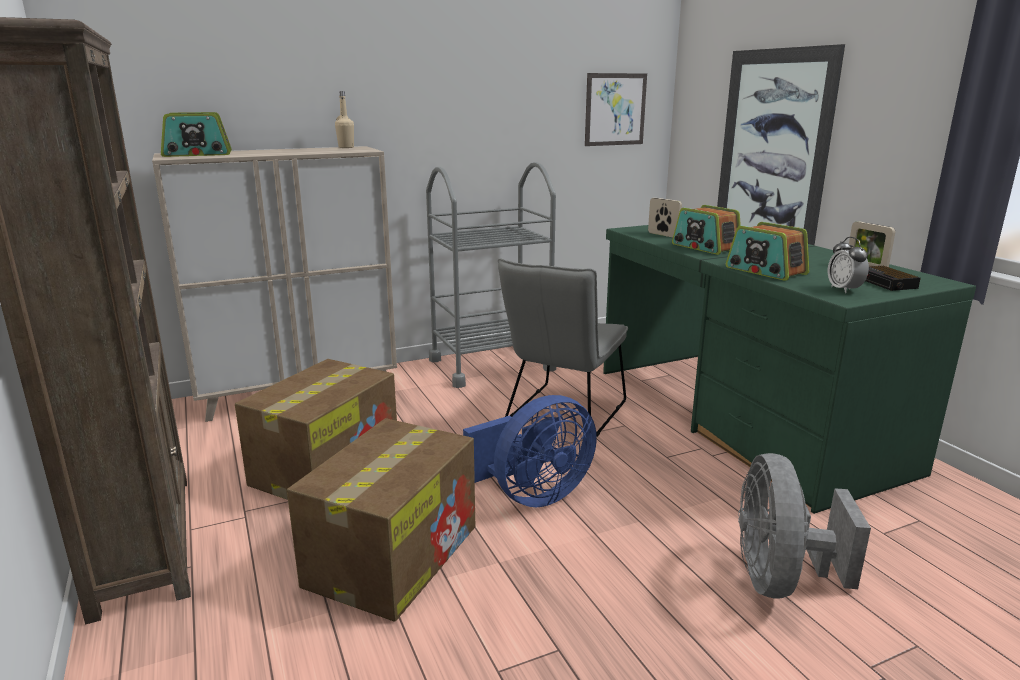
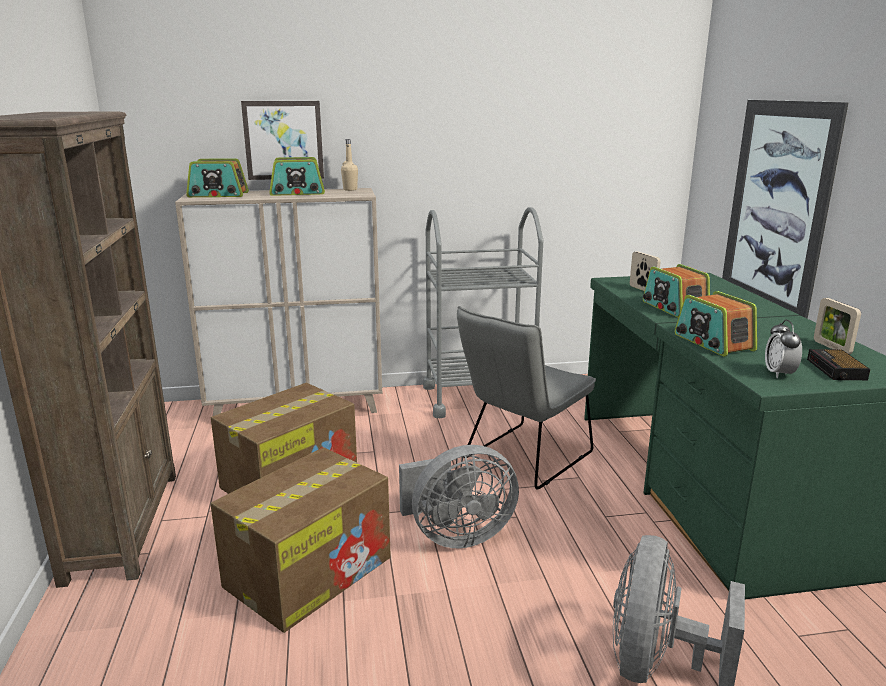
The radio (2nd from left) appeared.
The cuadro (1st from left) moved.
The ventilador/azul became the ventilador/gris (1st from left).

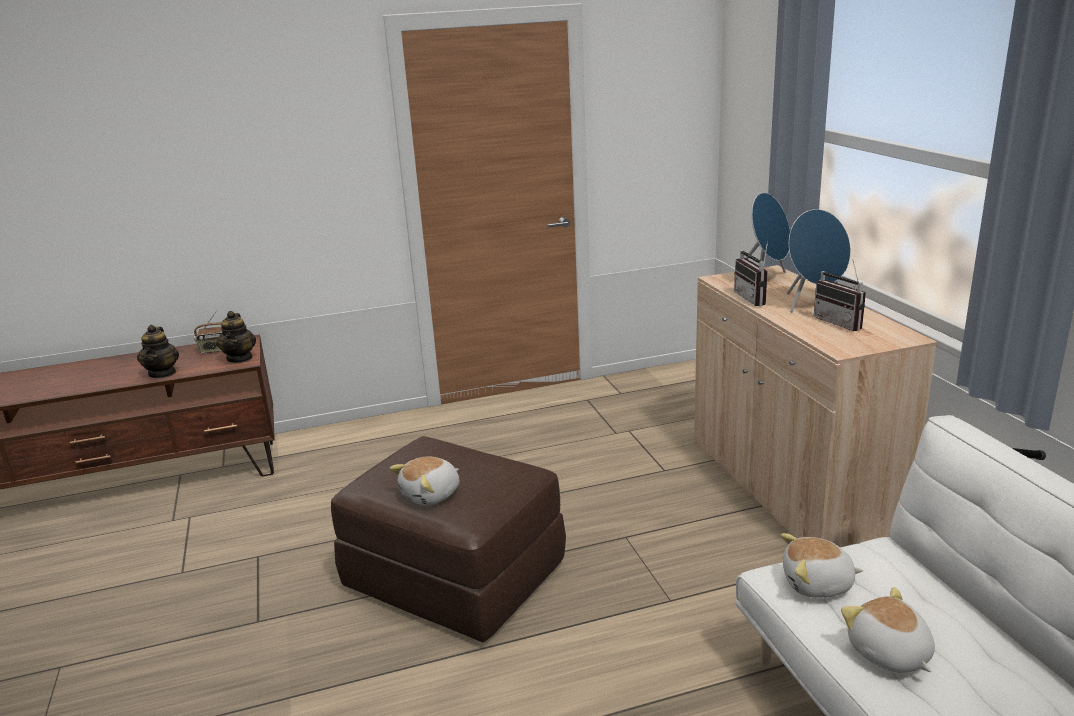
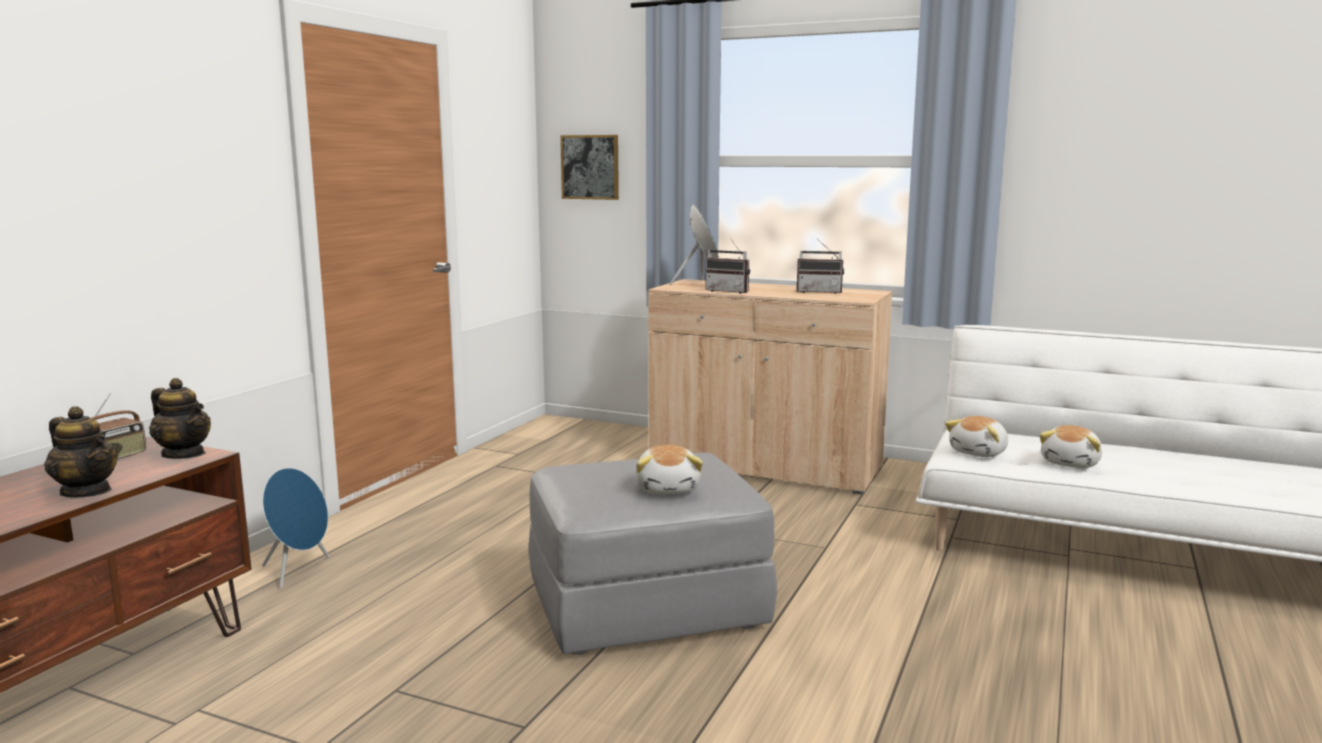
The cuadro appeared.
The altavoz/azul (2nd from left in the first image) moved.
The puf/marrón became the puf/gris.
The peluche (3rd from left) turned 75 degrees counterclockwise.

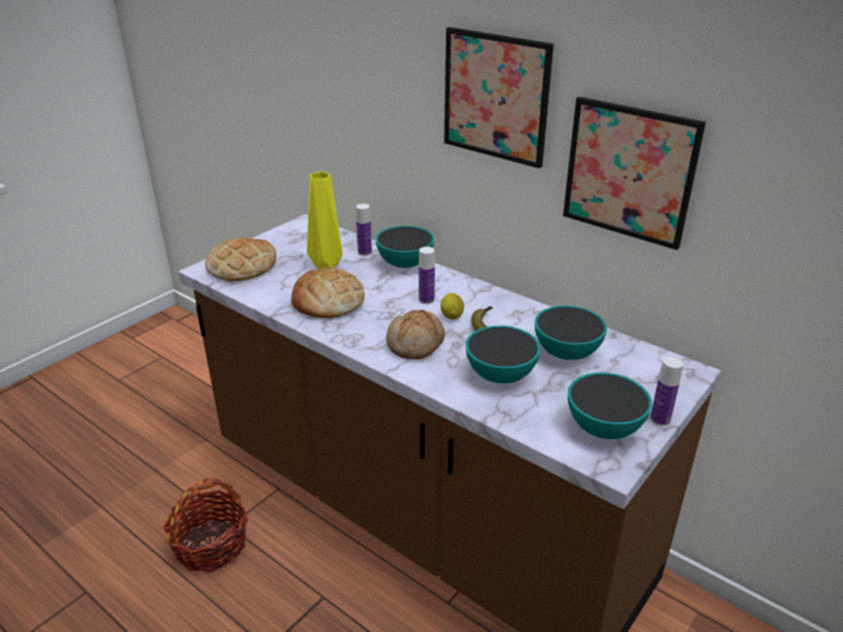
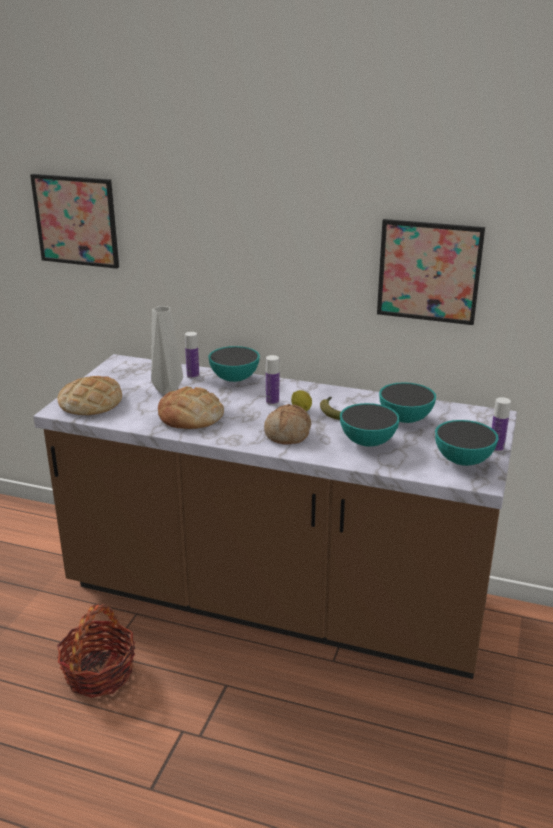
The cuadro (1st from left) moved.
The florero/amarillo became the florero/gris.

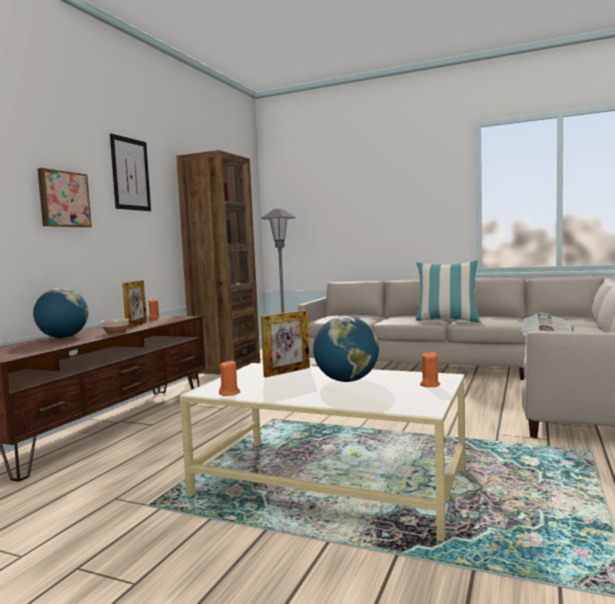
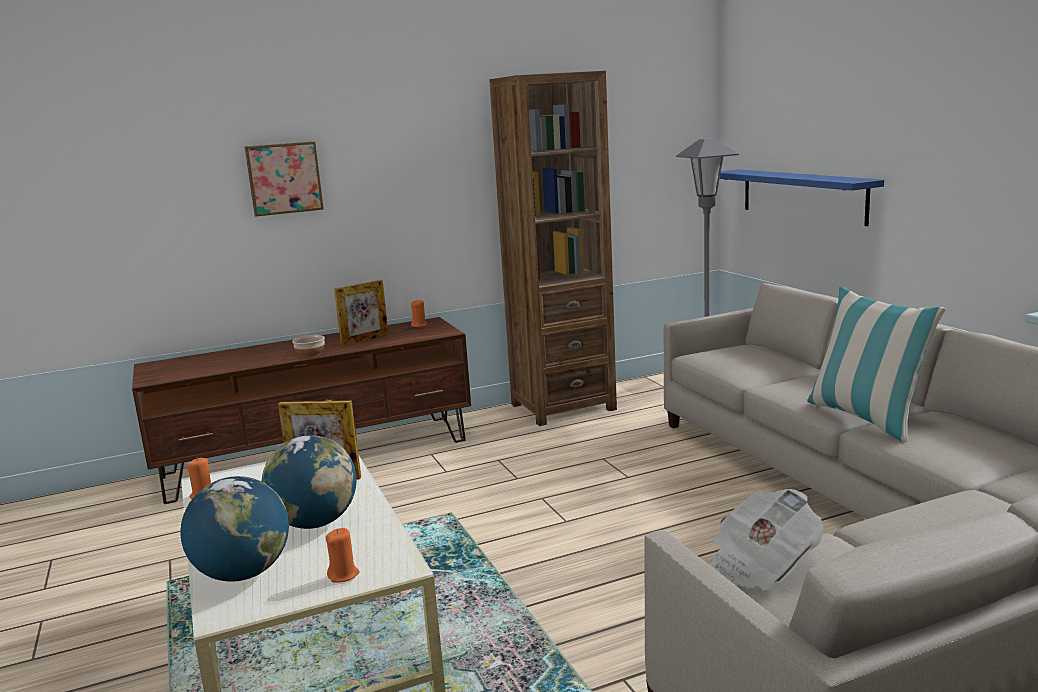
The cuadro (2nd from left) disappeared.
The estante/azul appeared.
The globo terráqueo (1st from left) moved.

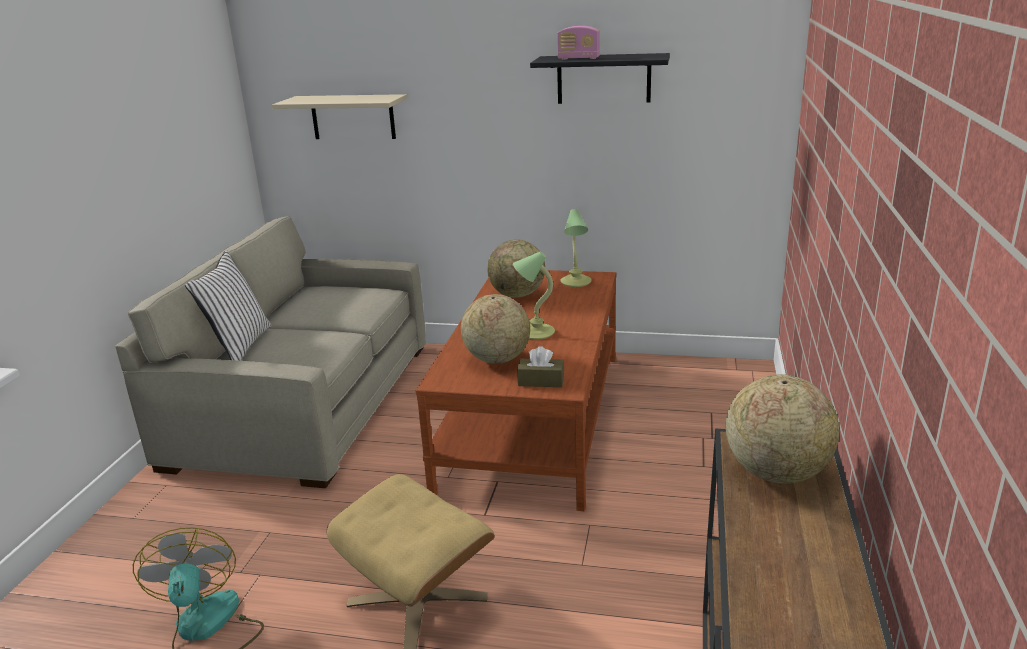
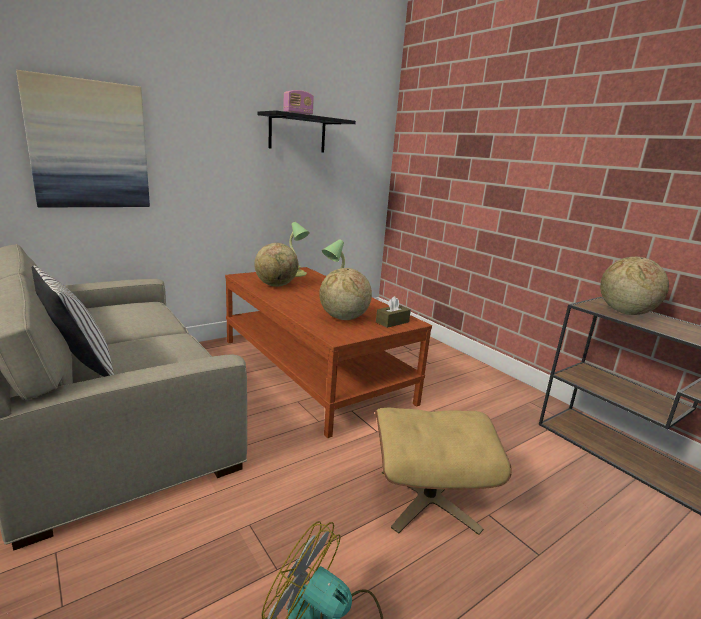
The estante/beis was replaced by the cuadro.

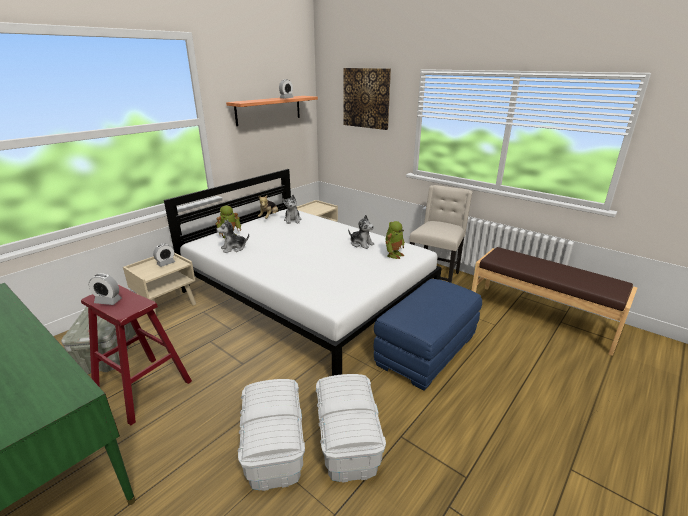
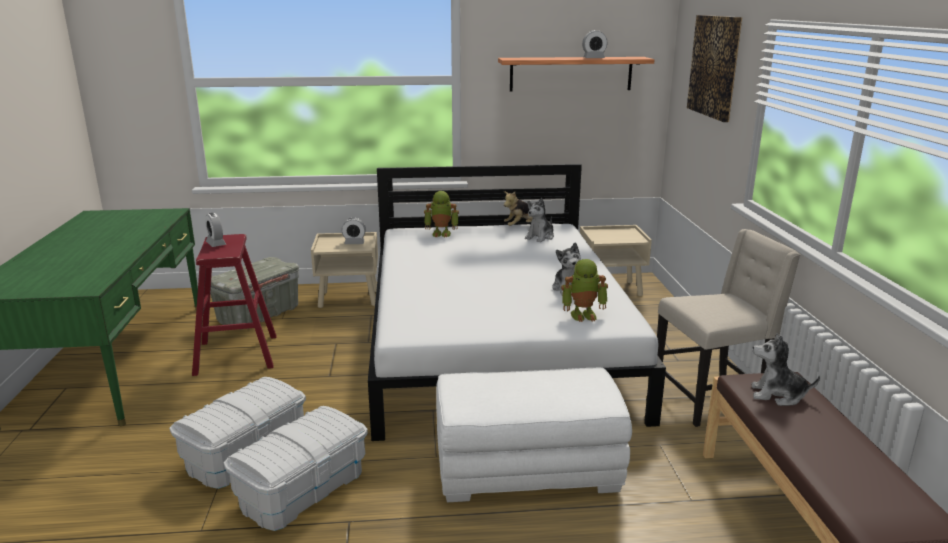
The peluche (1st from left in the first image) moved.
The puf/azul became the puf/blanco.

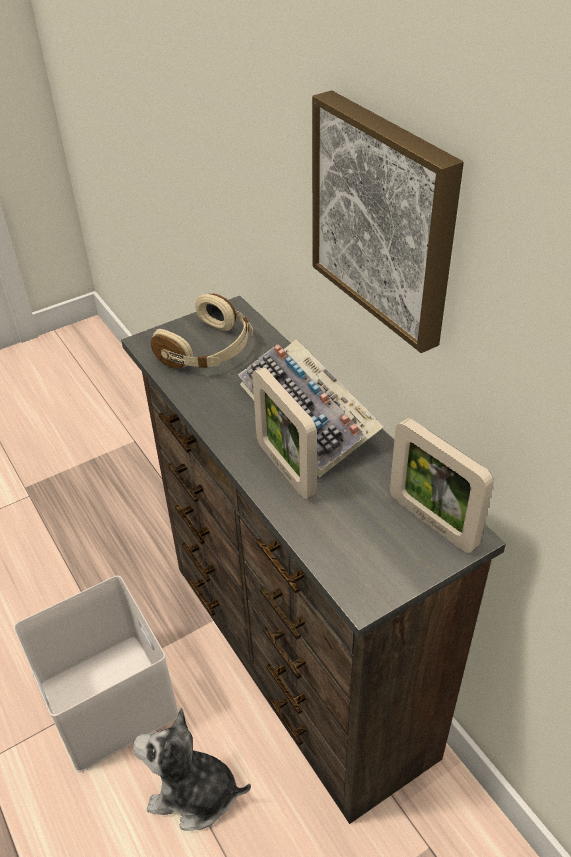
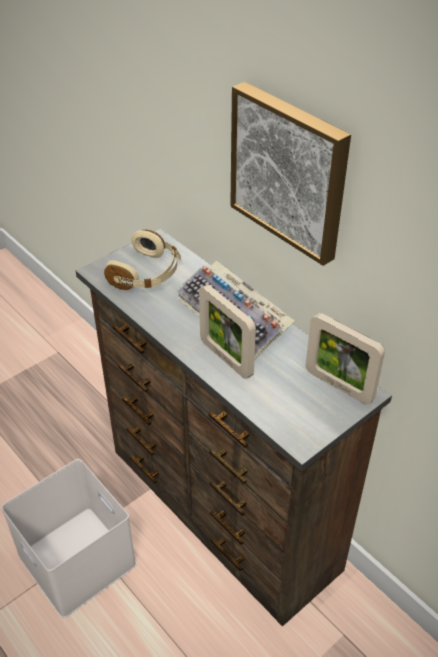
The peluche disappeared.

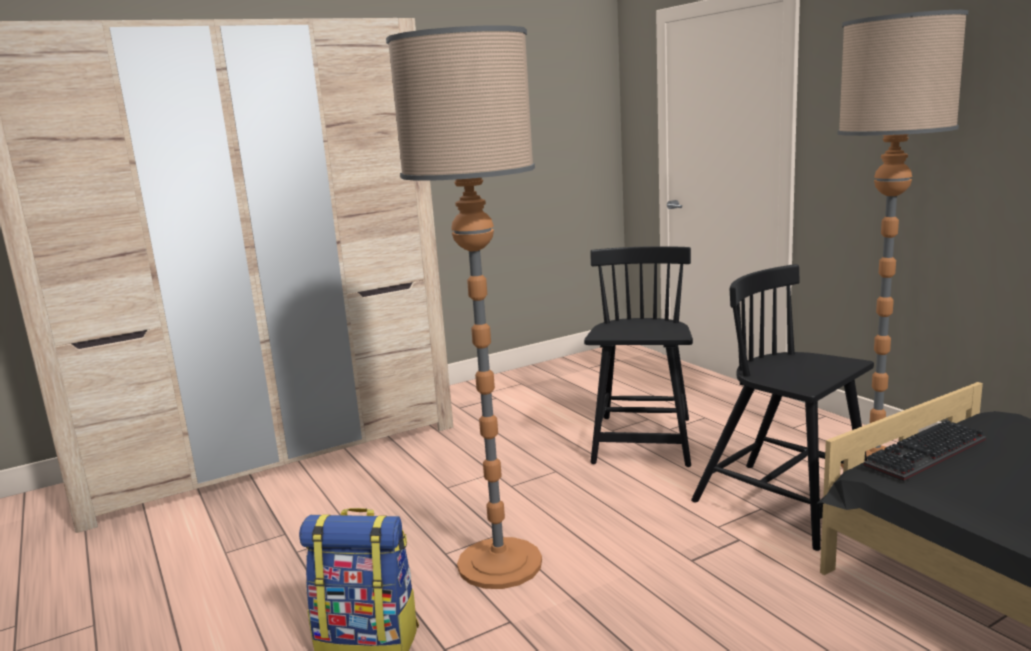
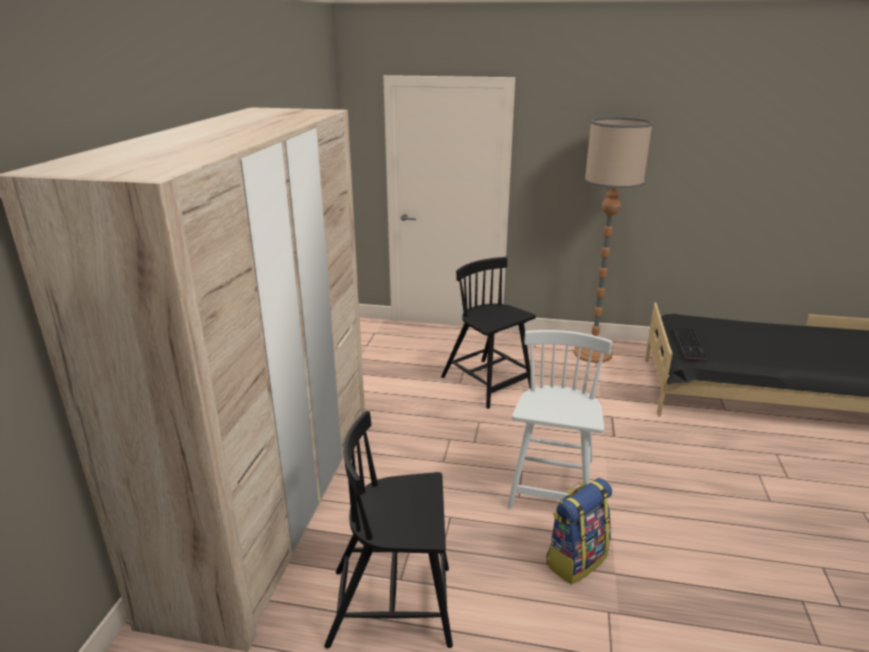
The silla/negro (2nd from left in the first image) moved.
The lámpara de pie (1st from left) was replaced by the silla/blanco.

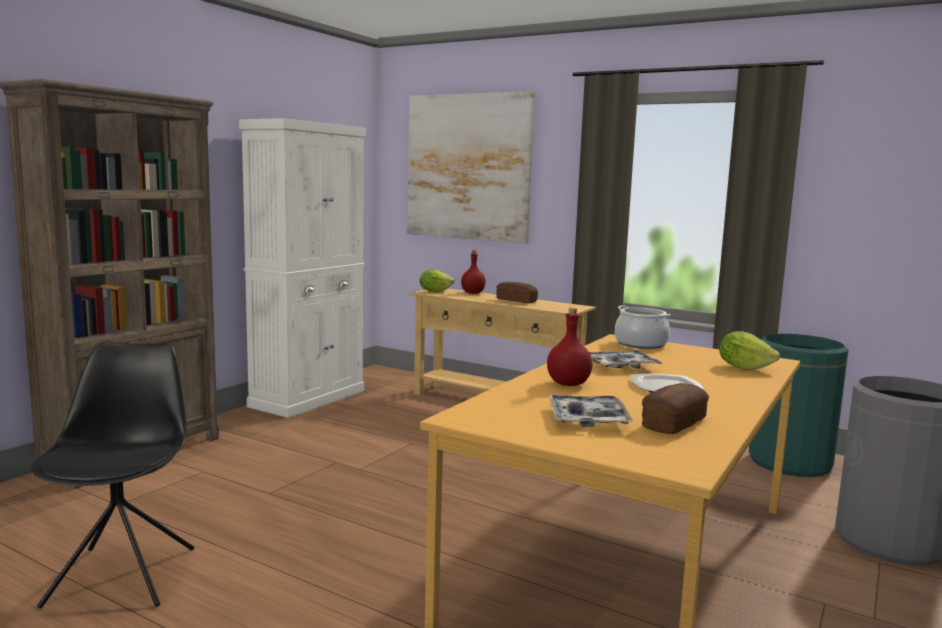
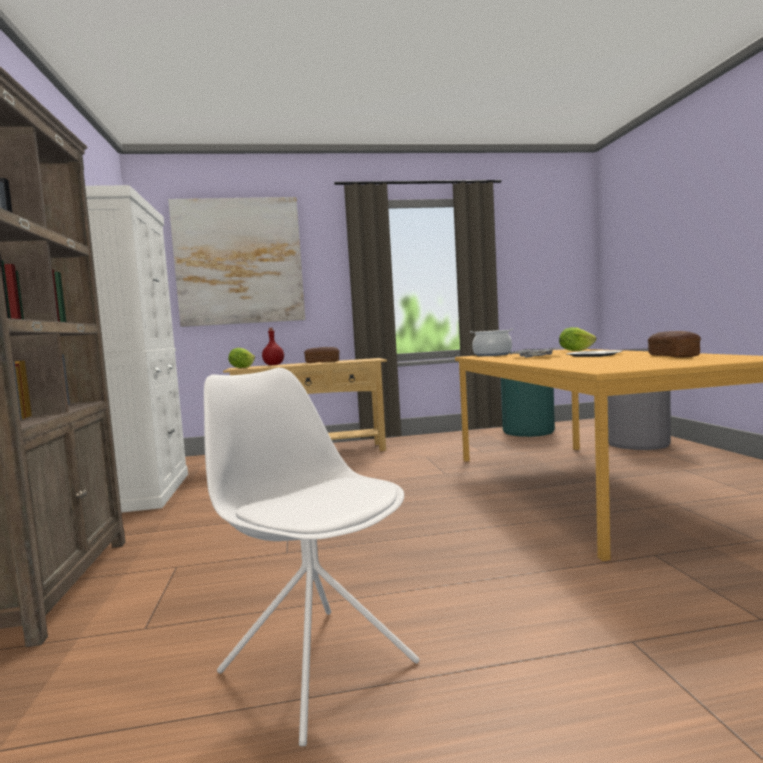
The botella/rojo (2nd from left) disappeared.
The bandeja (1st from left) disappeared.
The silla/negro became the silla/blanco.

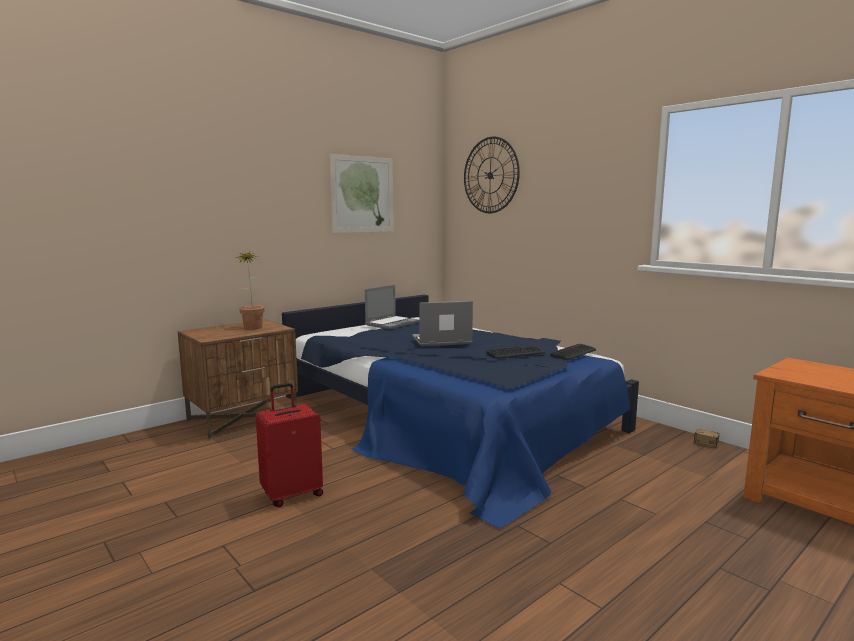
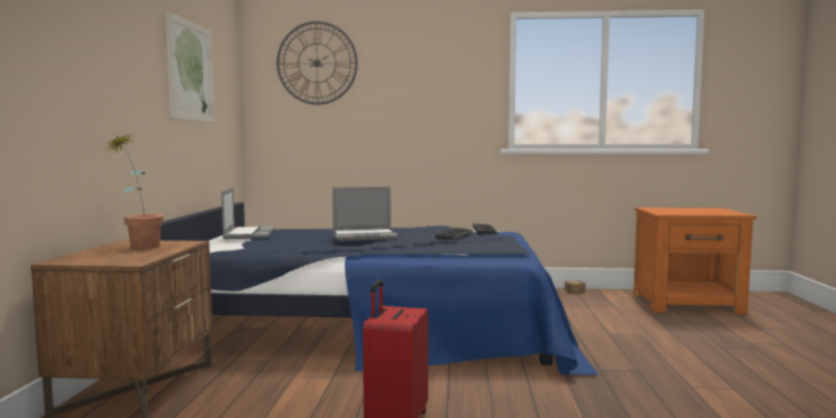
The portátil (2nd from left) turned 135 degrees counterclockwise.

